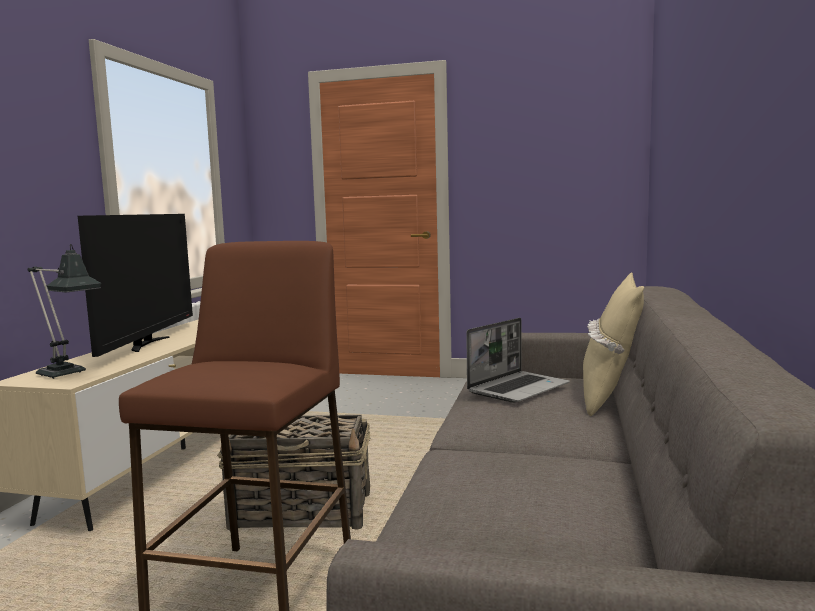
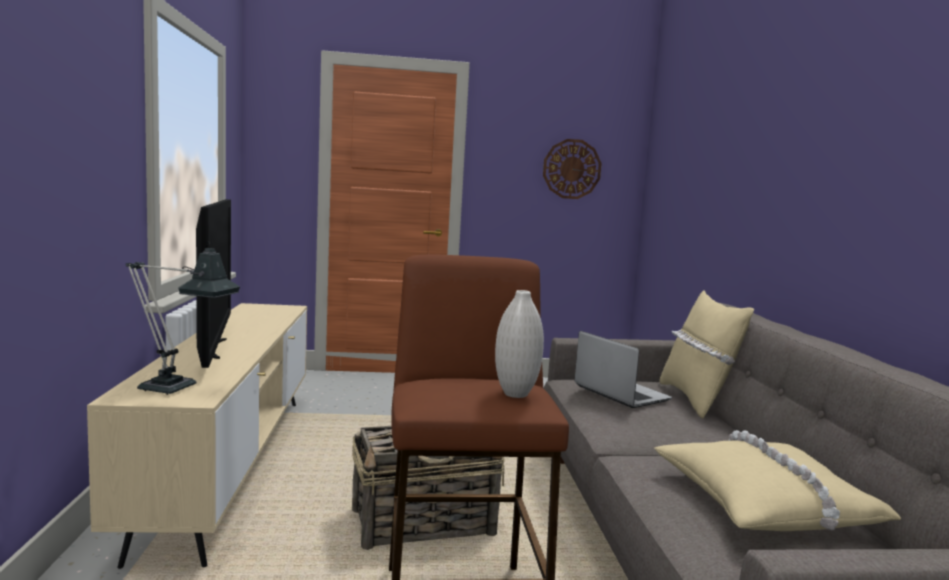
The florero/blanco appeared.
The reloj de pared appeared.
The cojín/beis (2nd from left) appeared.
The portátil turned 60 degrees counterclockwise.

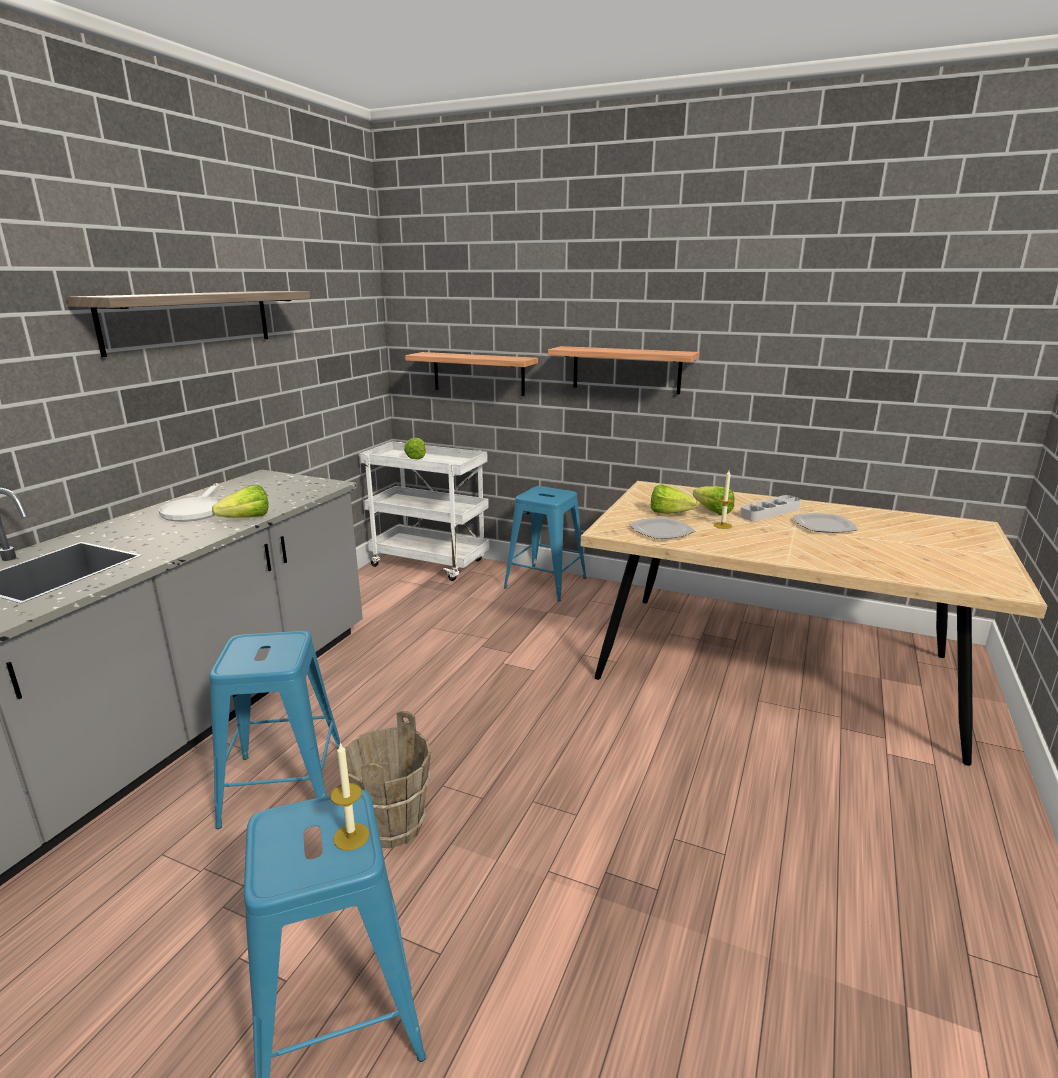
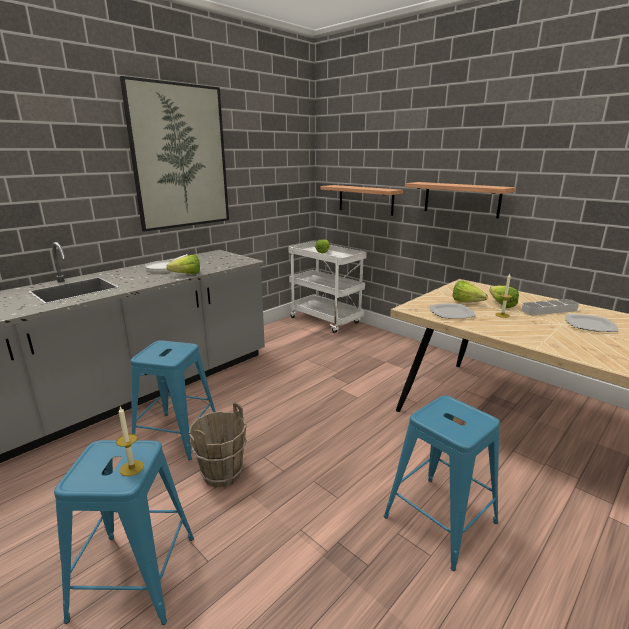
The taburete/azul (3rd from left) moved.
The estante (1st from left) was replaced by the cuadro.

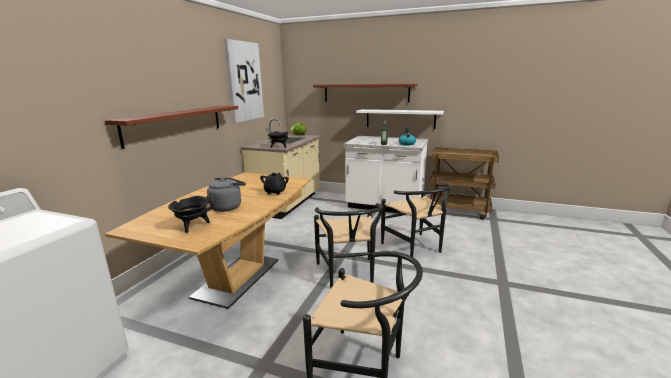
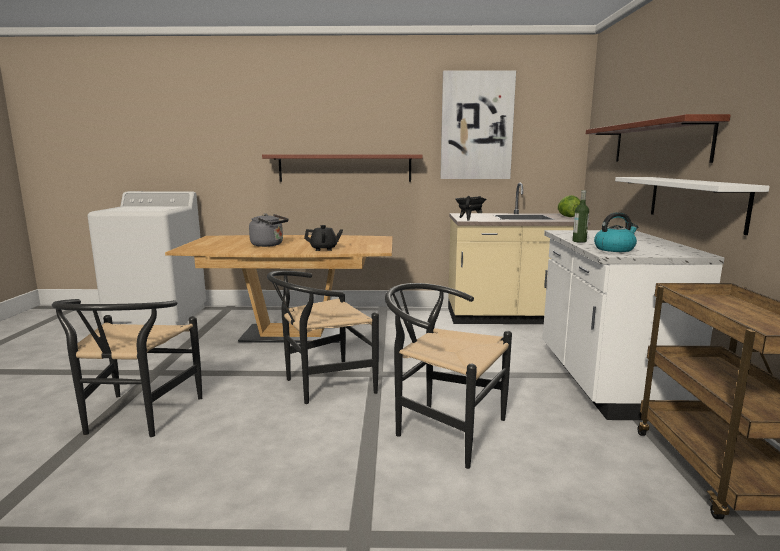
The olla/negro (1st from left) disappeared.
The silla/negro (3rd from left) turned 75 degrees clockwise.

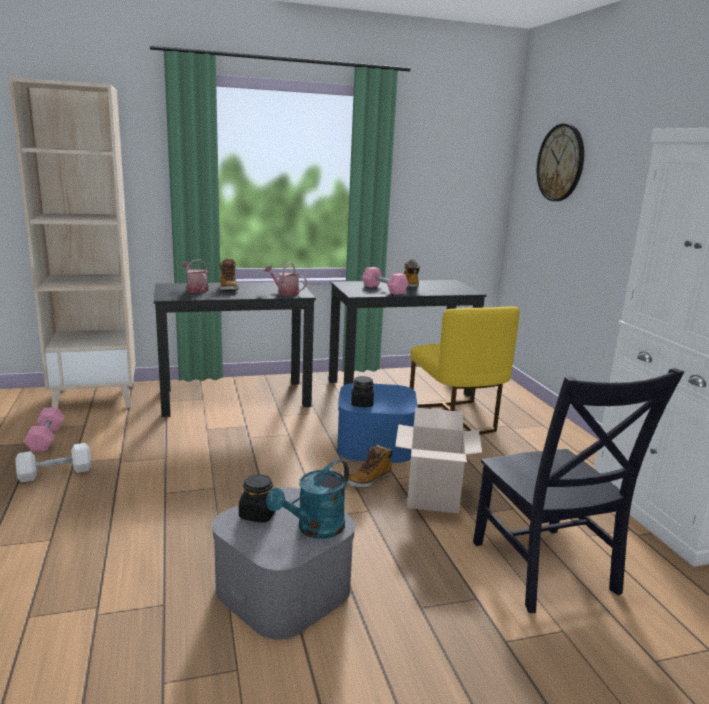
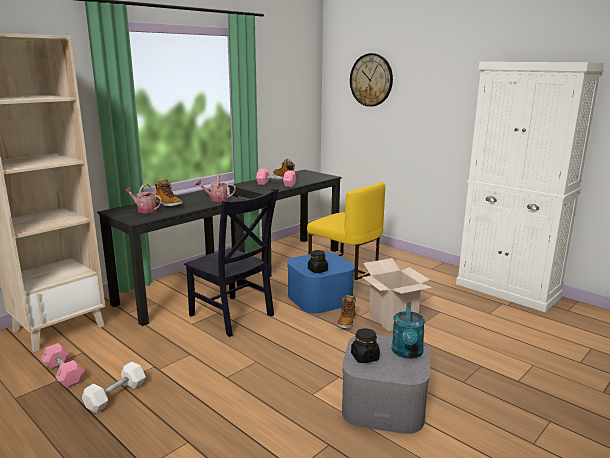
The silla/negro moved.

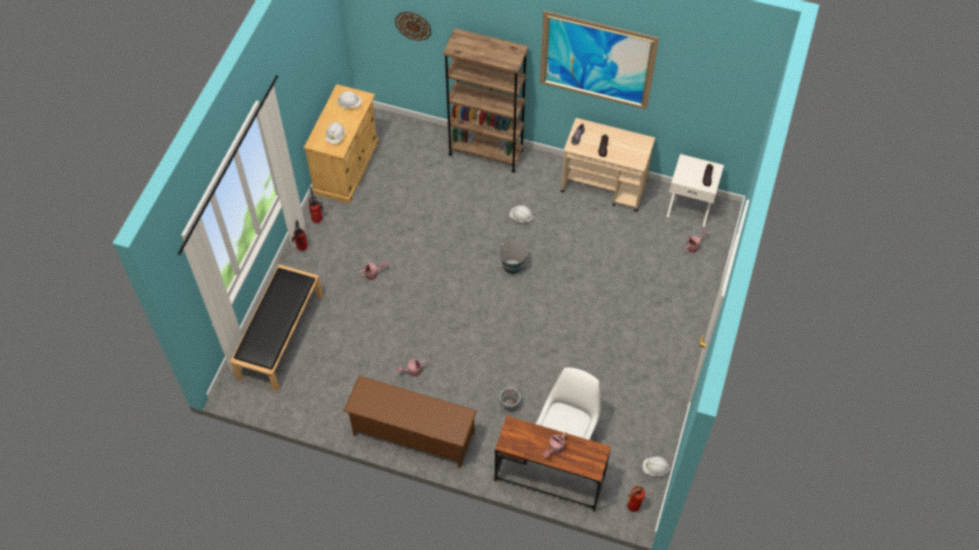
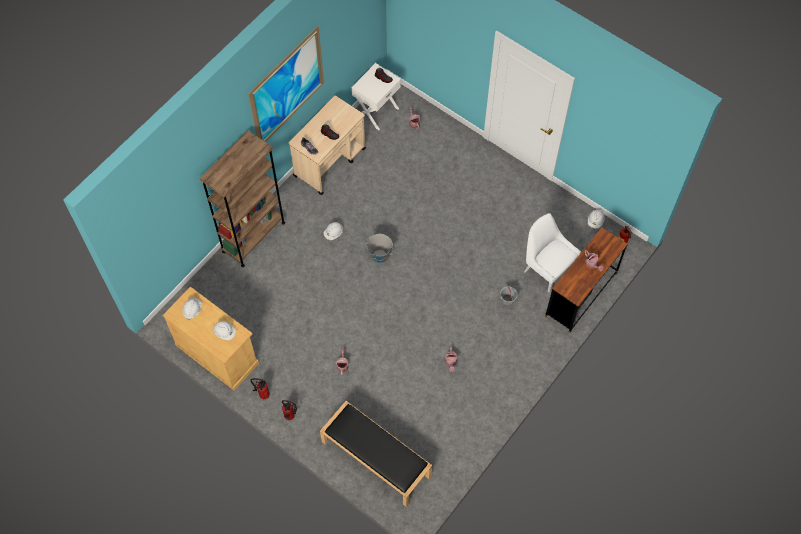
The zapatero/marrón disappeared.
The reloj de pared disappeared.

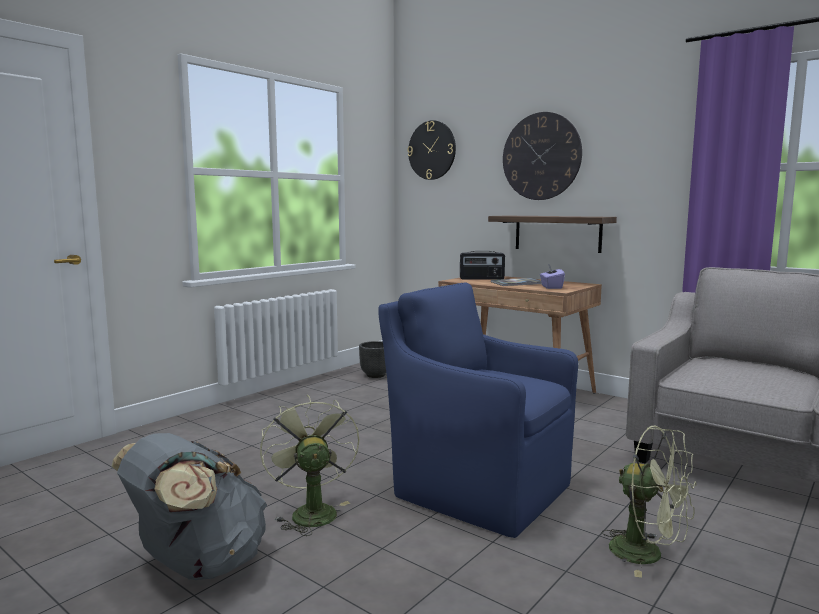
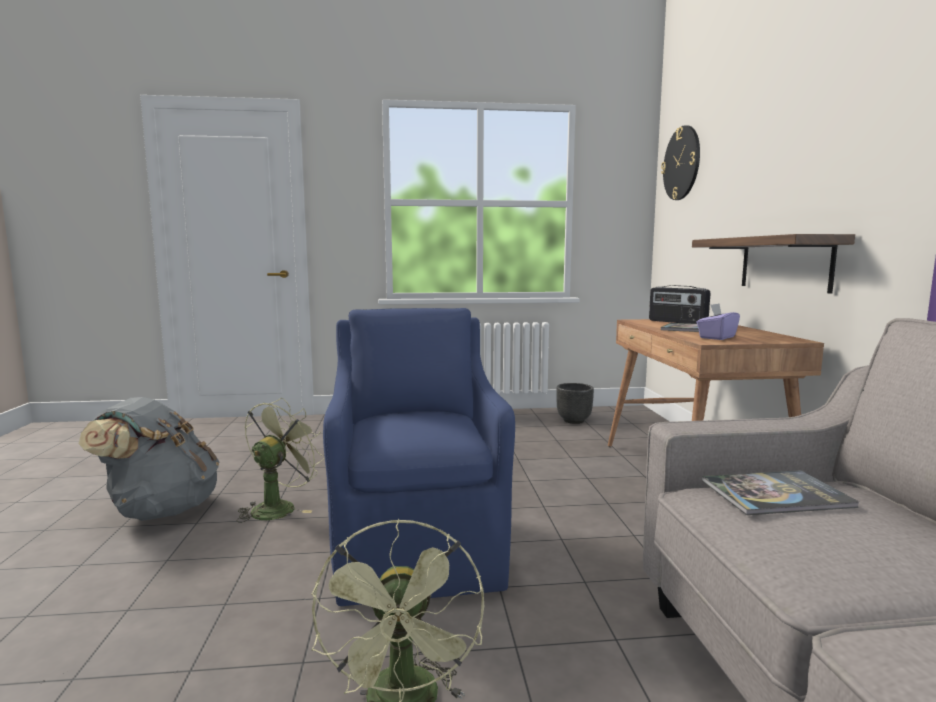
The reloj de pared (2nd from left) disappeared.
The libro (2nd from left) appeared.

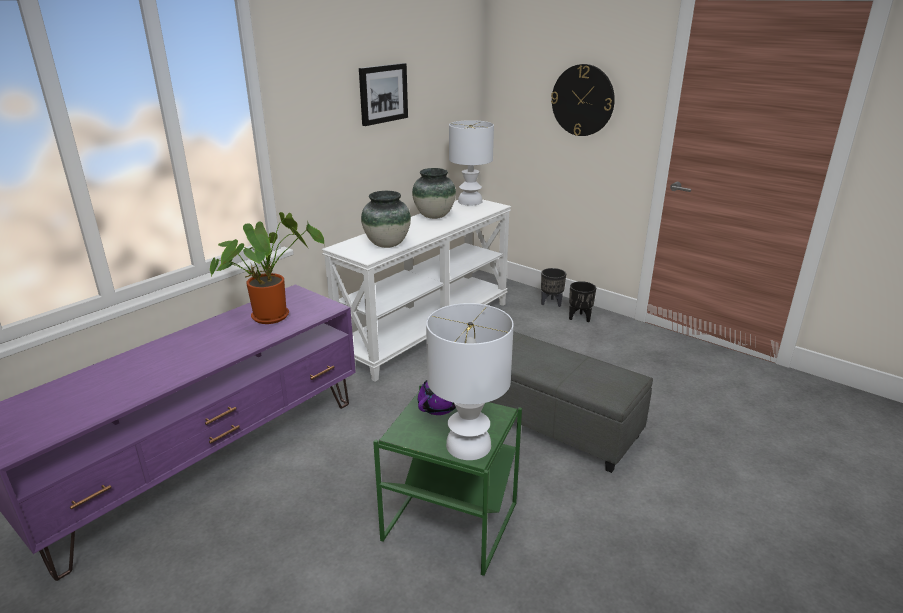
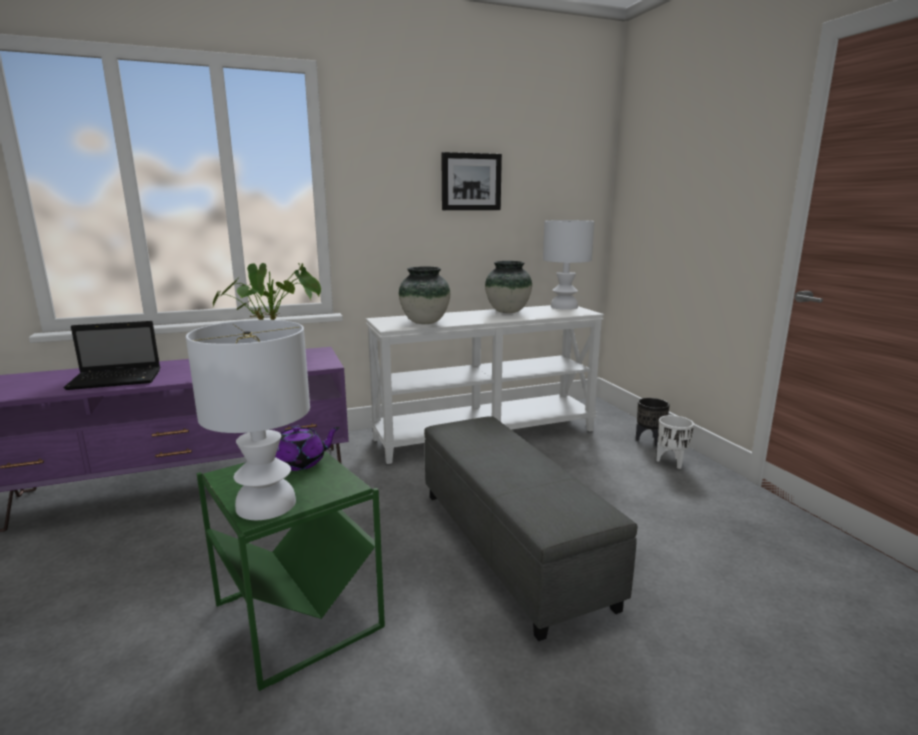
The reloj de pared disappeared.
The portátil appeared.
The maceta/negro (2nd from left) became the maceta/blanco.

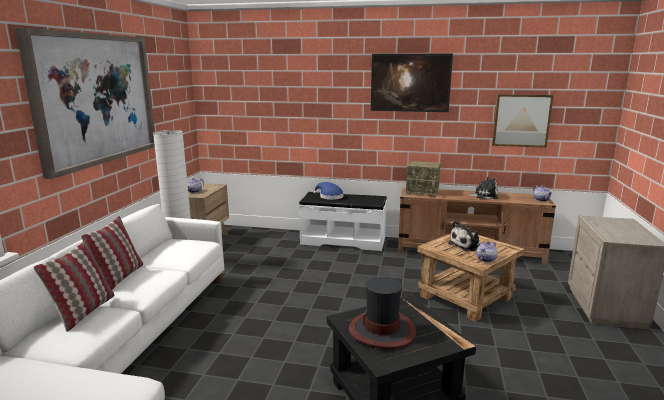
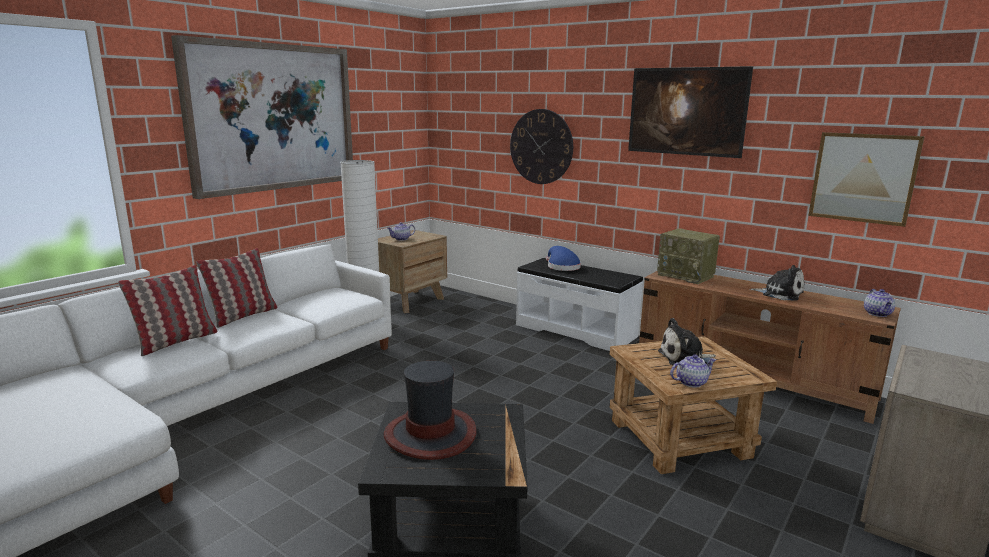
The reloj de pared appeared.

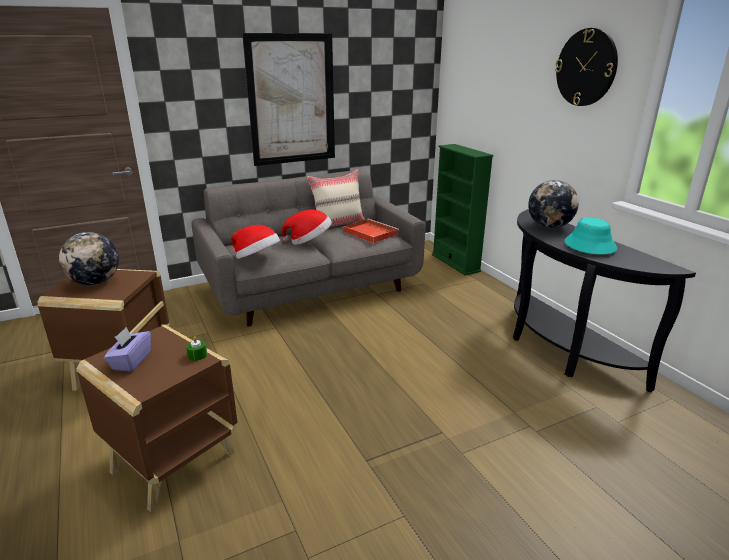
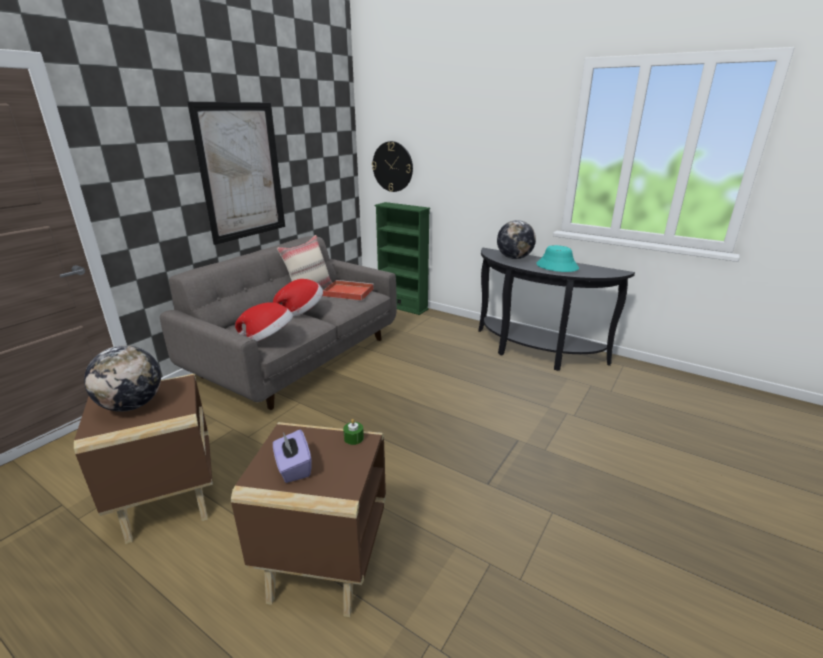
The reloj de pared moved.

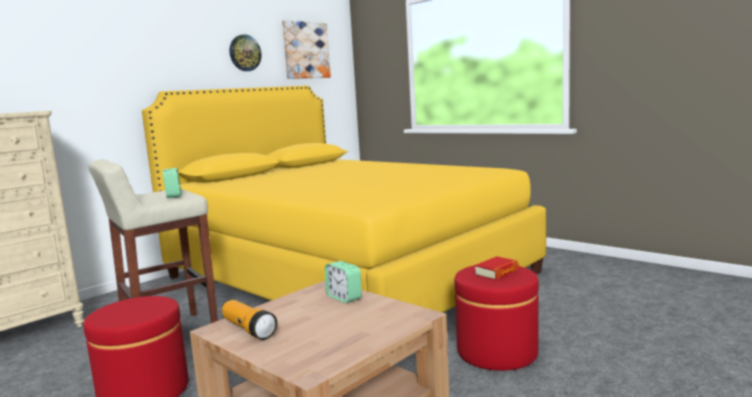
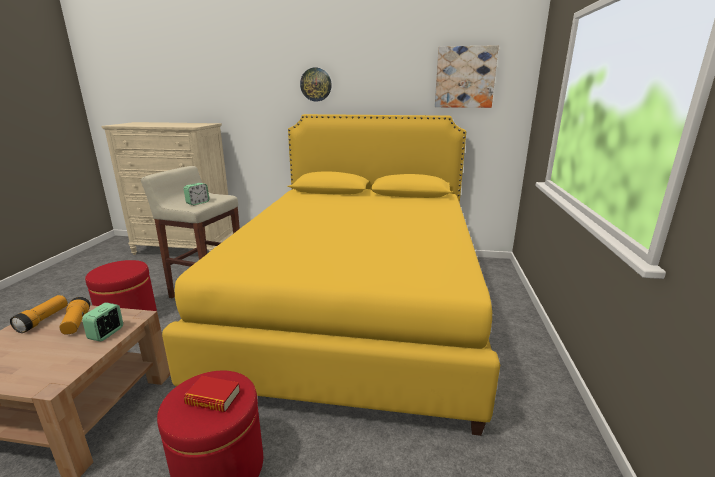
The linterna (2nd from left) appeared.
The reloj de pared moved.

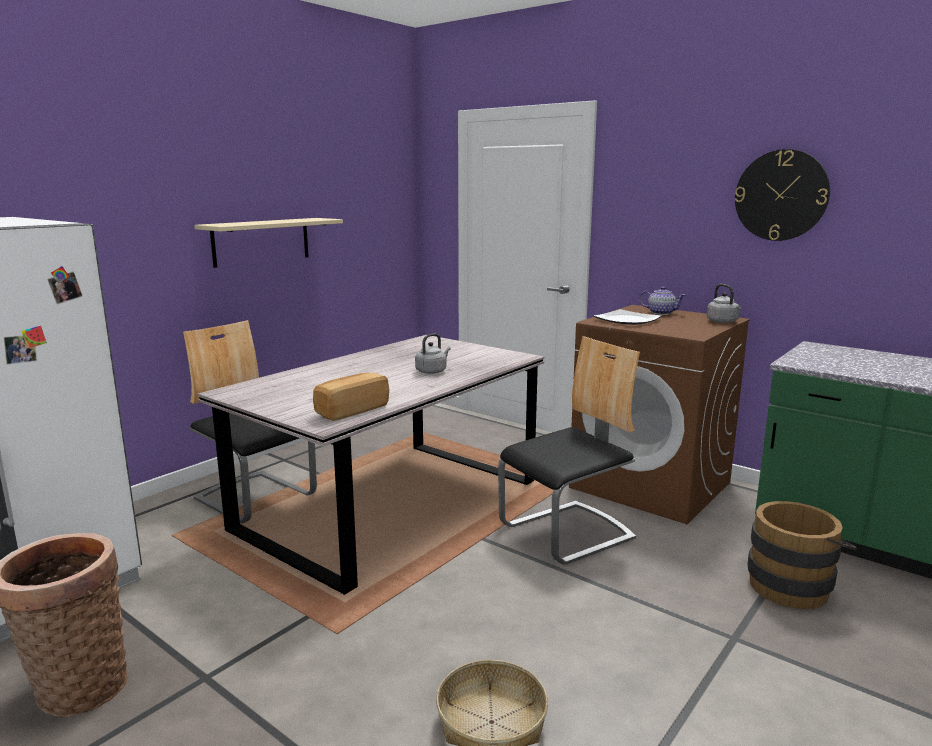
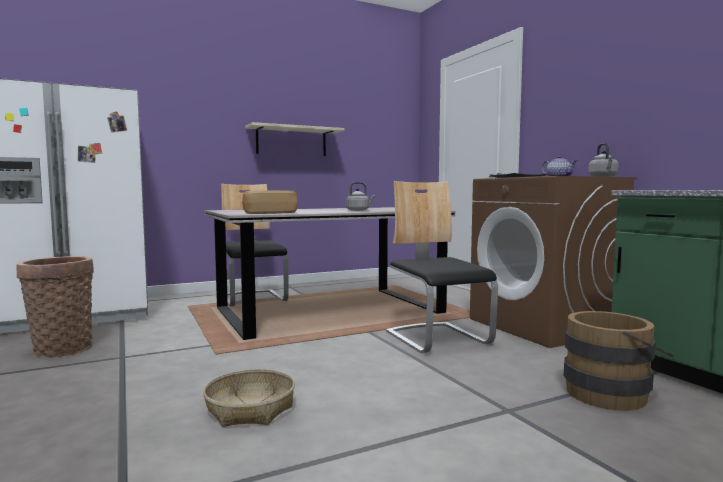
The reloj de pared disappeared.
The silla (2nd from left) turned 105 degrees counterclockwise.

